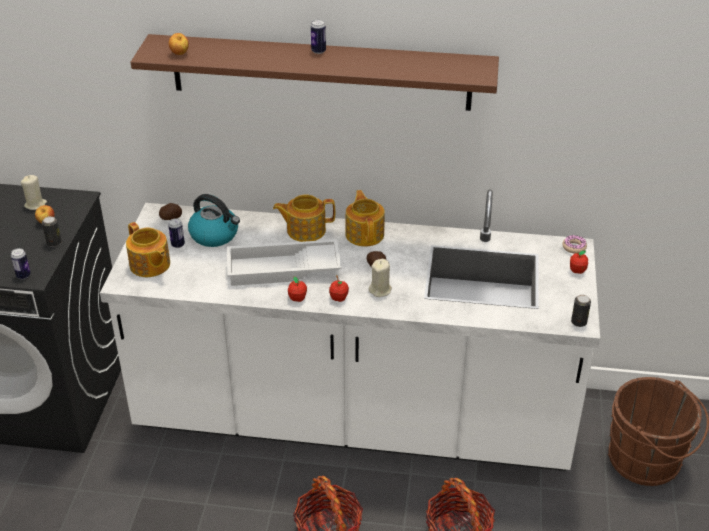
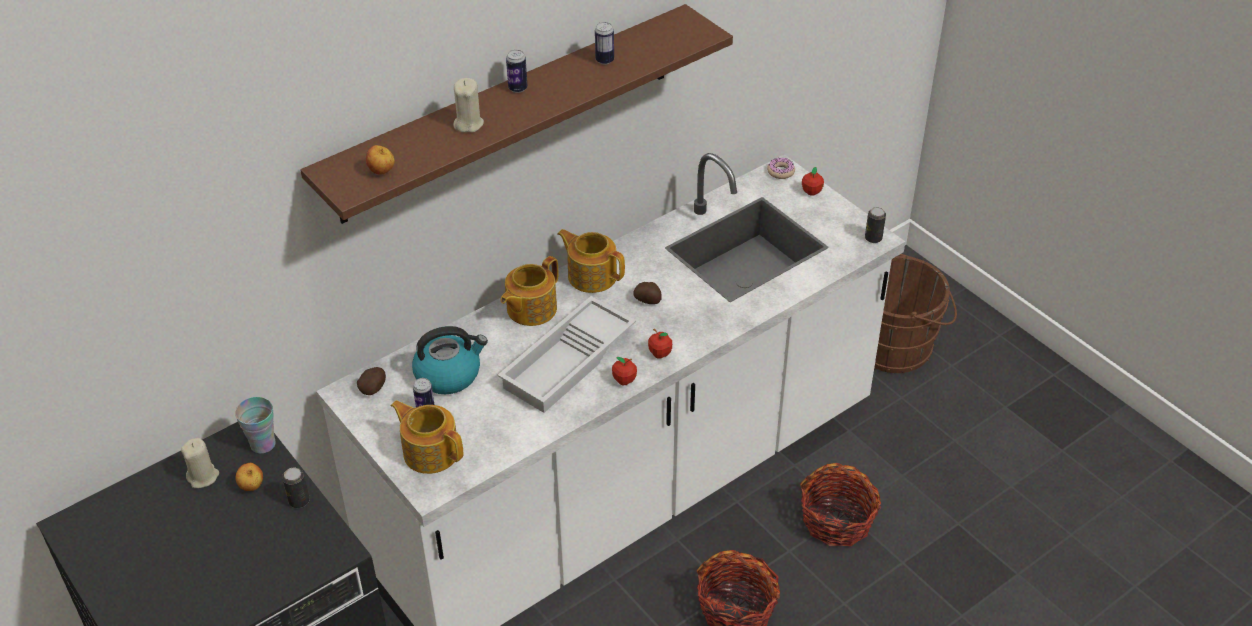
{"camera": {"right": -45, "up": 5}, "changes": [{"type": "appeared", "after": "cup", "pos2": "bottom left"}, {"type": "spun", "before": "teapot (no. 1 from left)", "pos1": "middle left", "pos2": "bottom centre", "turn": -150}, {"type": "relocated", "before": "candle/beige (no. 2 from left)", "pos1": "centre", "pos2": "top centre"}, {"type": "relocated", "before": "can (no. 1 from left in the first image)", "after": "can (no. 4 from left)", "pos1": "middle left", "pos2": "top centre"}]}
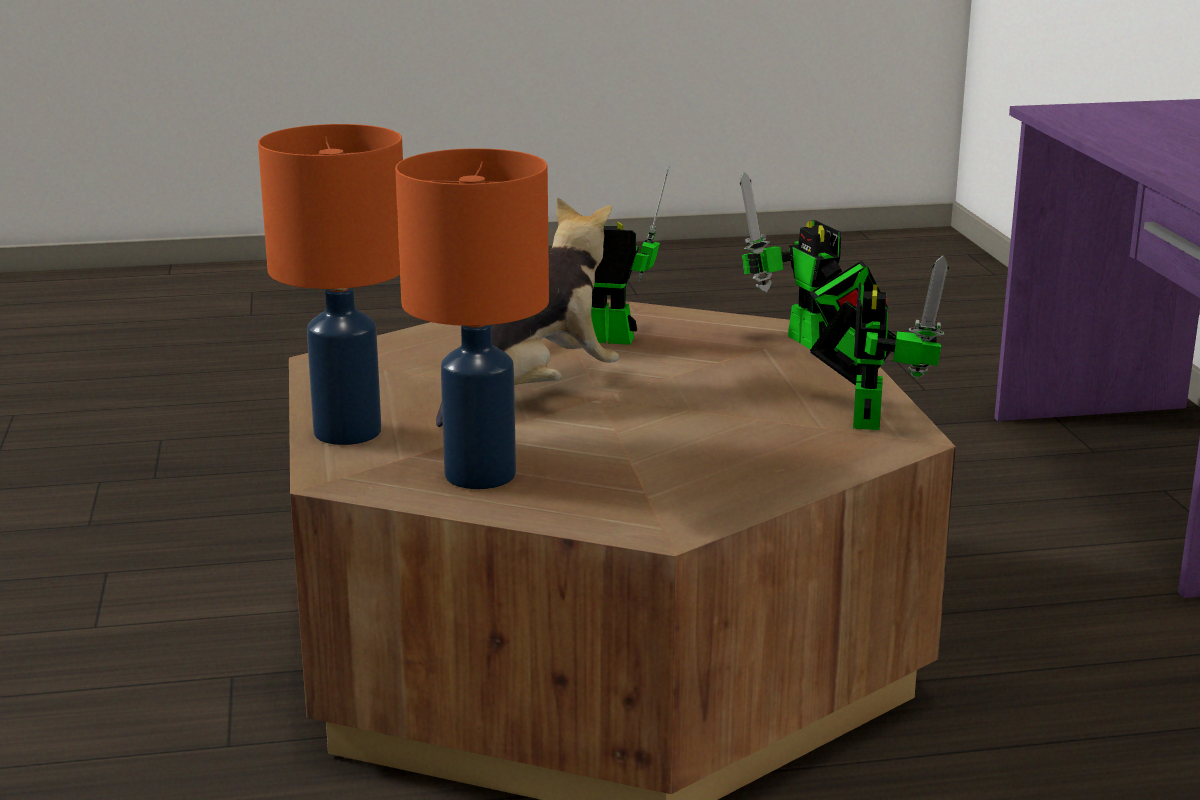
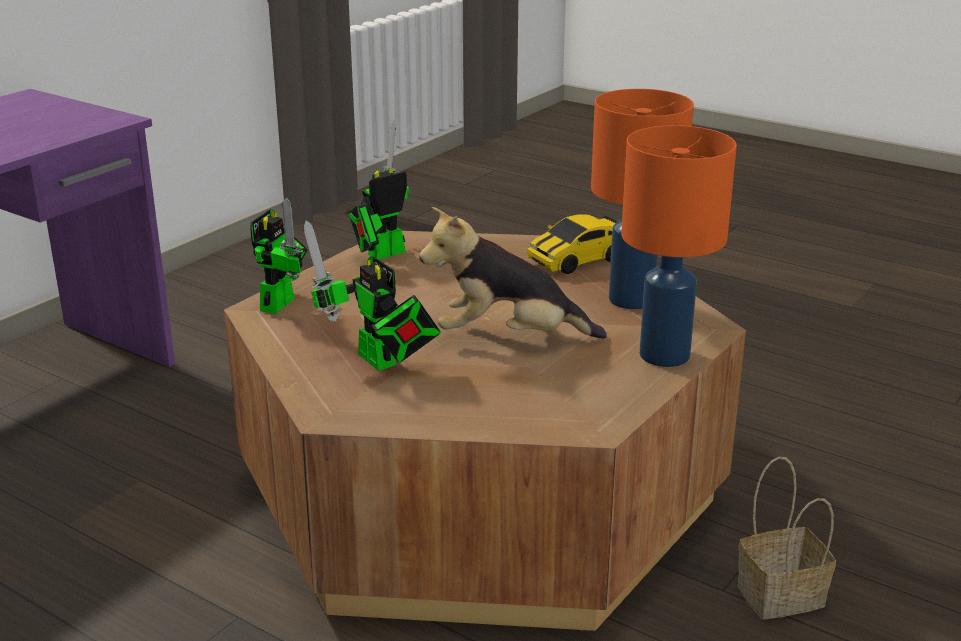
{"camera": {"right": -135, "up": 5}, "changes": [{"type": "appeared", "after": "toy car", "pos2": "centre"}, {"type": "appeared", "after": "basket", "pos2": "bottom right"}]}
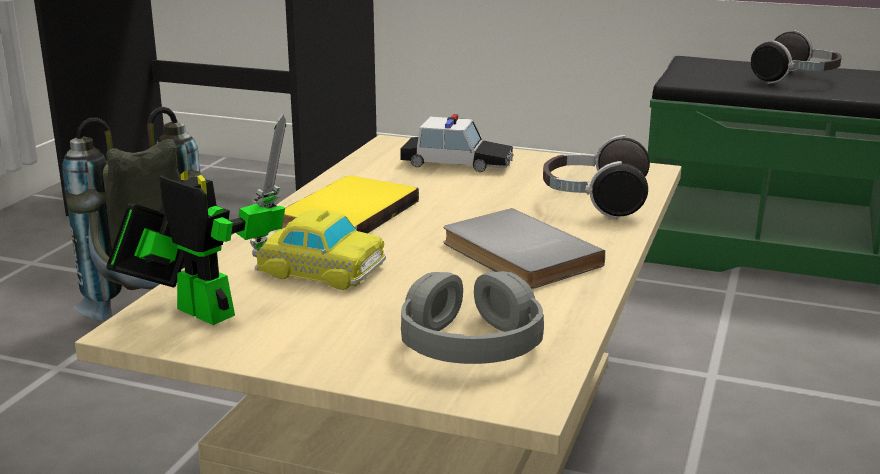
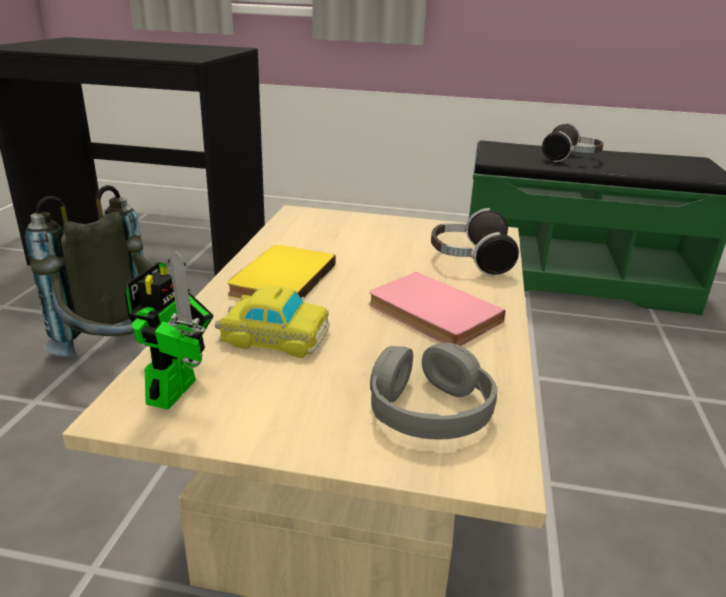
{"camera": {"right": -10, "up": 5}, "changes": [{"type": "spun", "before": "toy robot", "pos1": "middle left", "pos2": "middle left", "turn": 75}, {"type": "colour", "before": "book/grey", "after": "book/pink", "pos1": "centre", "pos2": "centre"}, {"type": "missing", "before": "toy car (no. 2 from left)", "pos1": "top centre"}]}
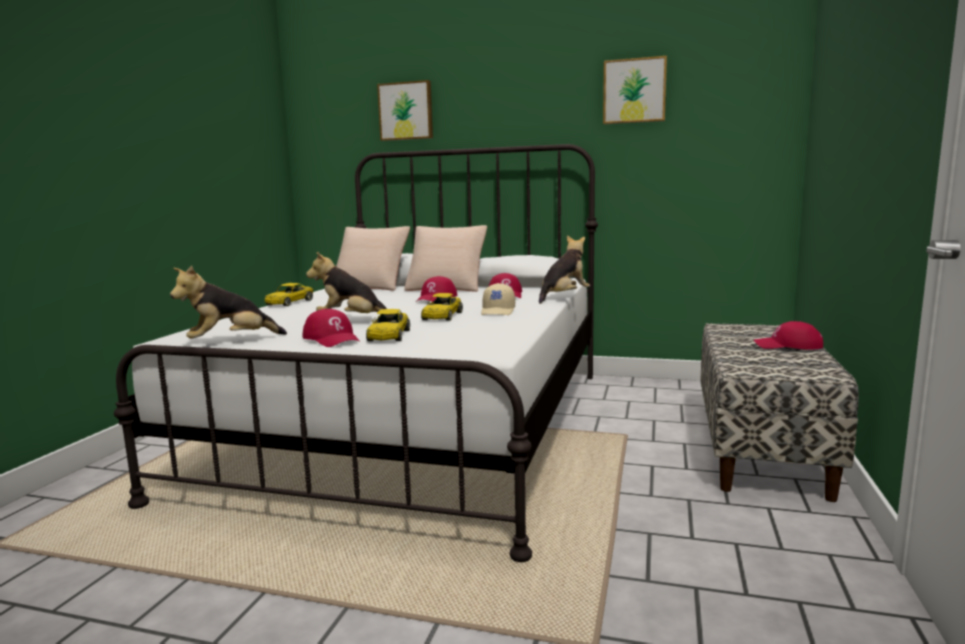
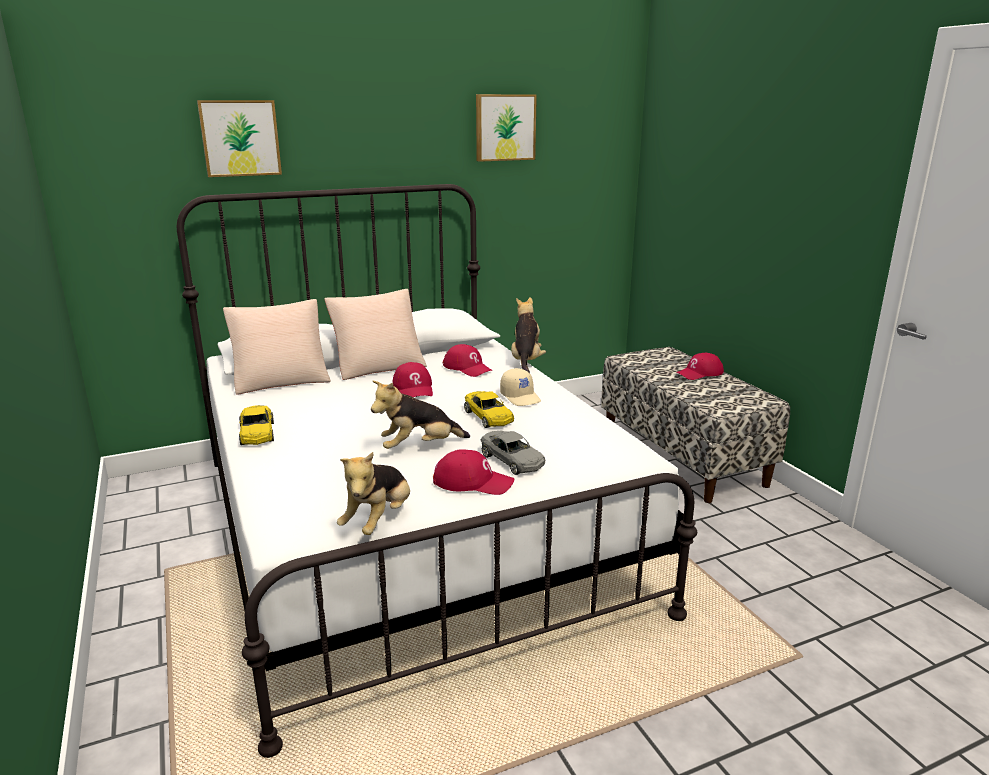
{"camera": {"right": -40, "up": 10}, "changes": [{"type": "colour", "before": "toy car/yellow (no. 2 from left)", "after": "toy car/grey", "pos1": "centre", "pos2": "centre"}]}
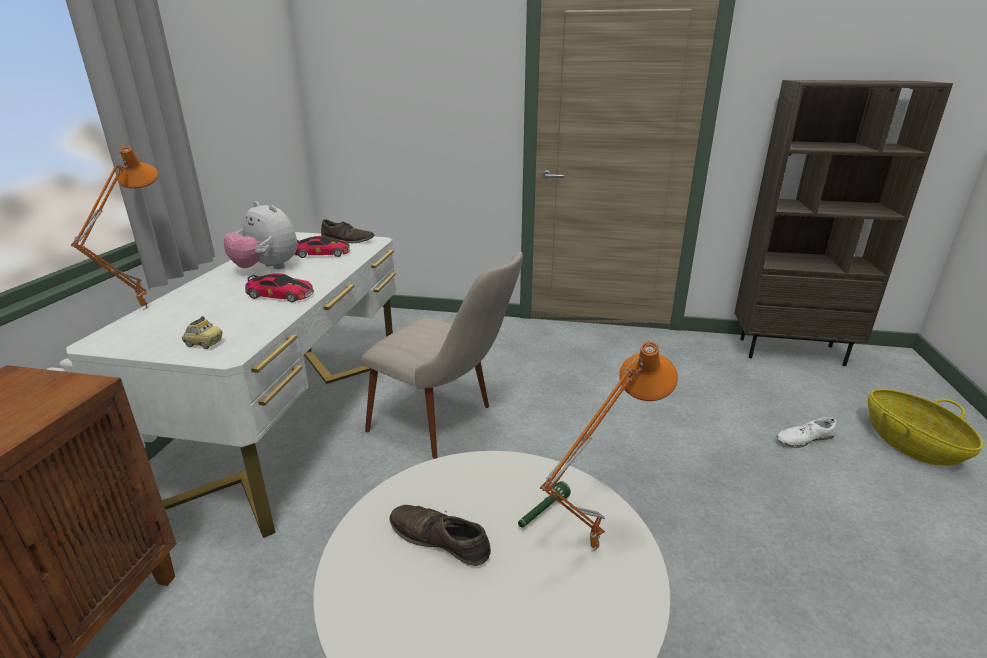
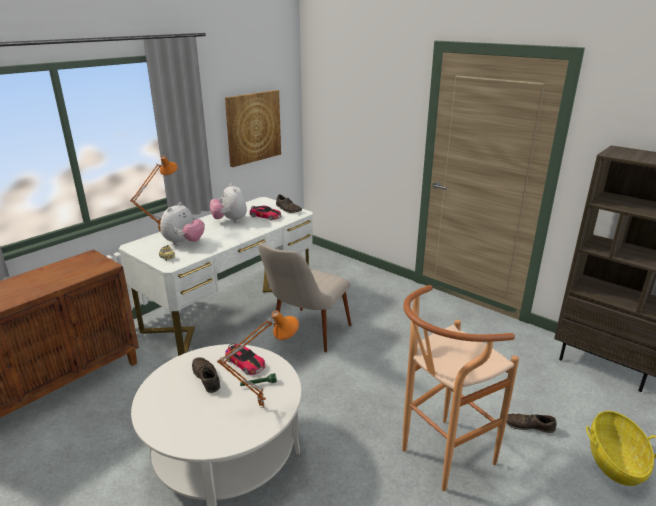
{"camera": {"right": 30, "up": 0}, "changes": [{"type": "appeared", "after": "plush toy (no. 1 from left)", "pos2": "middle left"}, {"type": "appeared", "after": "picture", "pos2": "top centre"}, {"type": "relocated", "before": "toy car (no. 2 from left)", "pos1": "middle left", "pos2": "bottom centre"}, {"type": "spun", "before": "chair/beige", "pos1": "centre", "pos2": "centre", "turn": 60}, {"type": "appeared", "after": "stool/brown", "pos2": "bottom right"}, {"type": "colour", "before": "shoe/white", "after": "shoe/brown (no. 3 from left)", "pos1": "middle right", "pos2": "bottom right"}]}
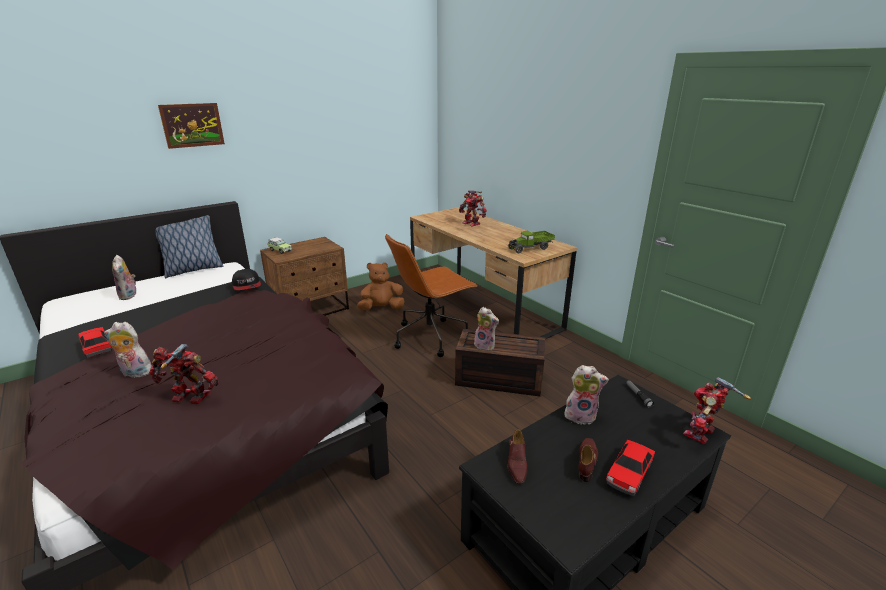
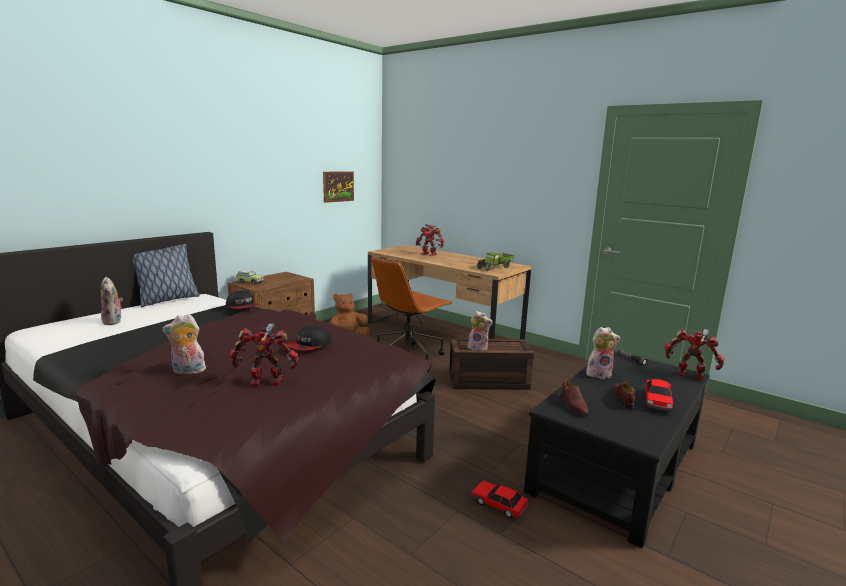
{"camera": {"right": -15, "up": -10}, "changes": [{"type": "appeared", "after": "cap (no. 2 from left)", "pos2": "centre"}, {"type": "relocated", "before": "picture", "pos1": "top left", "pos2": "top centre"}, {"type": "relocated", "before": "toy car (no. 1 from left in the first image)", "after": "toy car (no. 2 from left)", "pos1": "middle left", "pos2": "bottom centre"}, {"type": "spun", "before": "toy robot (no. 3 from left)", "pos1": "bottom right", "pos2": "middle right", "turn": 90}]}
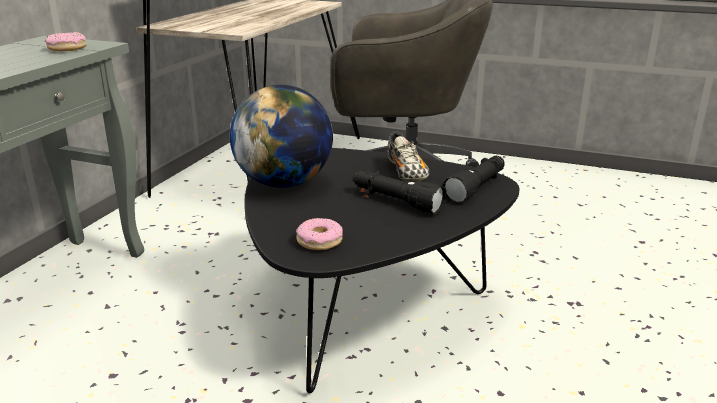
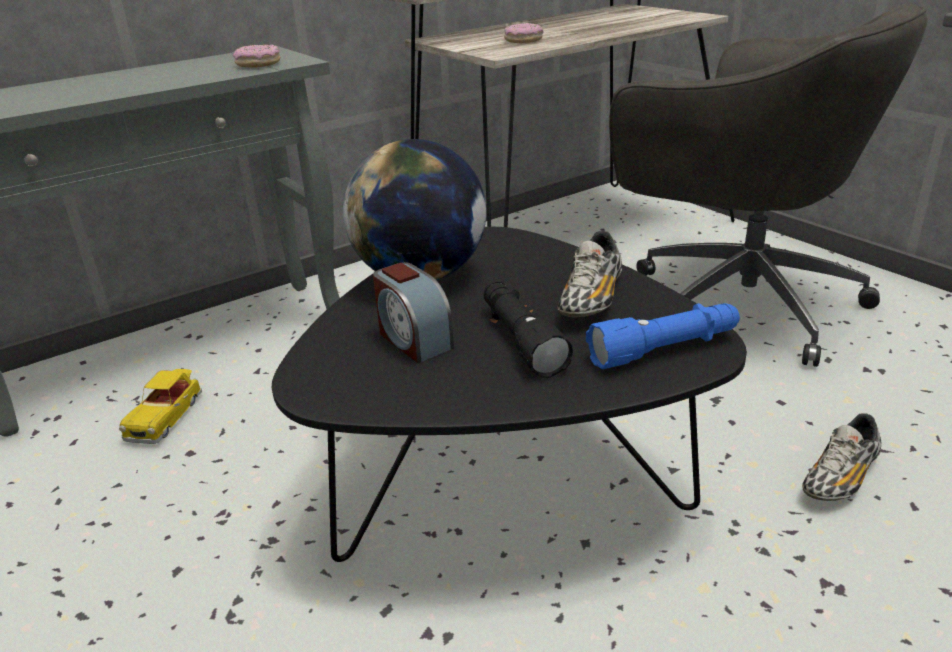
{"camera": {"right": 35, "up": 5}, "changes": [{"type": "appeared", "after": "toy car", "pos2": "middle left"}, {"type": "appeared", "after": "alarm clock", "pos2": "centre"}, {"type": "relocated", "before": "donut (no. 2 from left)", "pos1": "centre", "pos2": "top centre"}, {"type": "colour", "before": "flashlight/black (no. 2 from left)", "after": "flashlight/blue", "pos1": "centre", "pos2": "middle right"}, {"type": "appeared", "after": "shoe (no. 2 from left)", "pos2": "bottom right"}]}
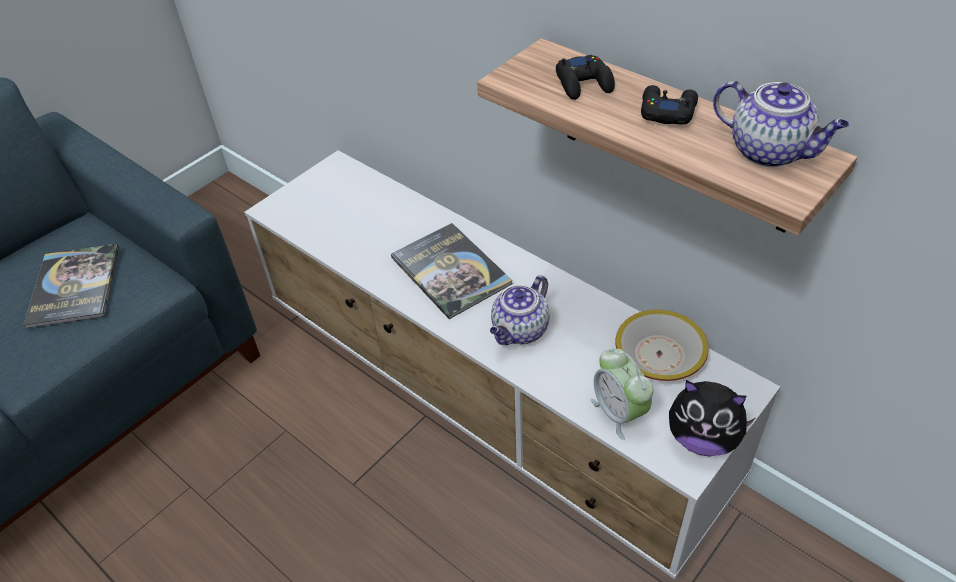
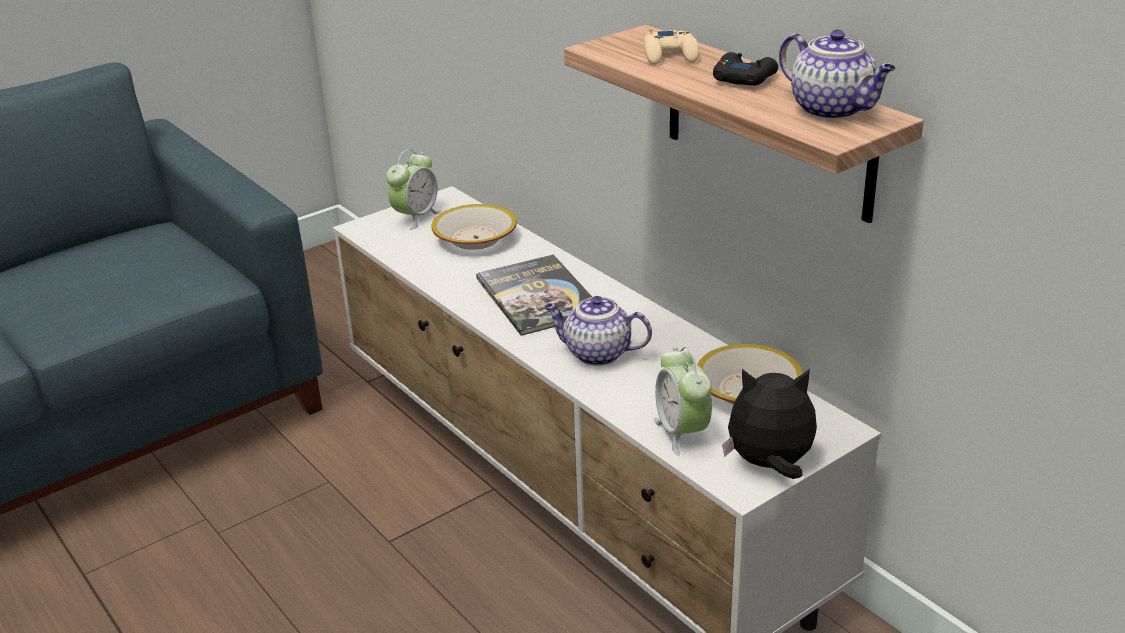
{"camera": {"right": 10, "up": -15}, "changes": [{"type": "appeared", "after": "alarm clock (no. 1 from left)", "pos2": "top centre"}, {"type": "appeared", "after": "bowl (no. 1 from left)", "pos2": "centre"}, {"type": "spun", "before": "teapot (no. 1 from left)", "pos1": "centre", "pos2": "centre", "turn": 60}, {"type": "colour", "before": "game controller/black (no. 1 from left)", "after": "game controller/beige", "pos1": "top centre", "pos2": "top centre"}, {"type": "spun", "before": "plush toy", "pos1": "bottom right", "pos2": "bottom right", "turn": 150}, {"type": "missing", "before": "book (no. 1 from left)", "pos1": "middle left"}]}
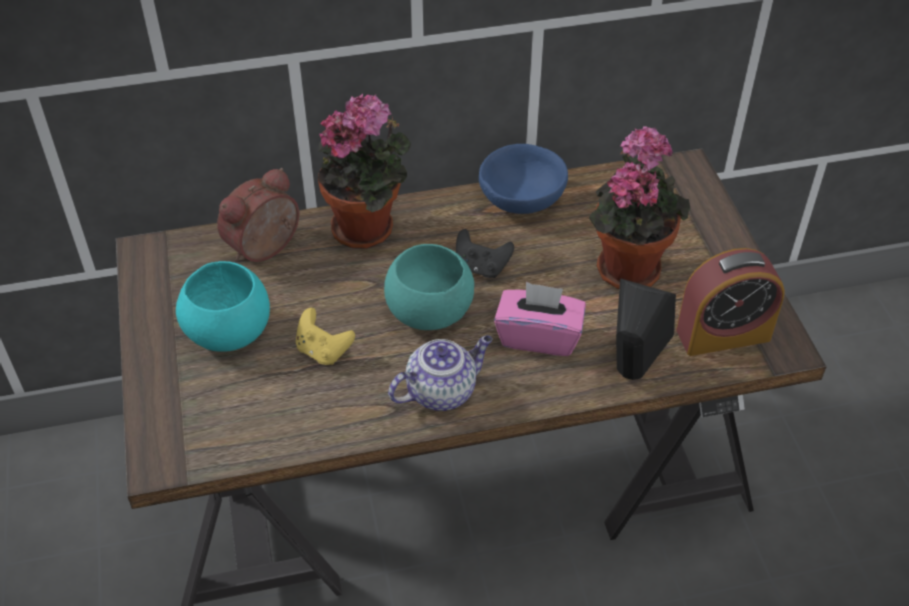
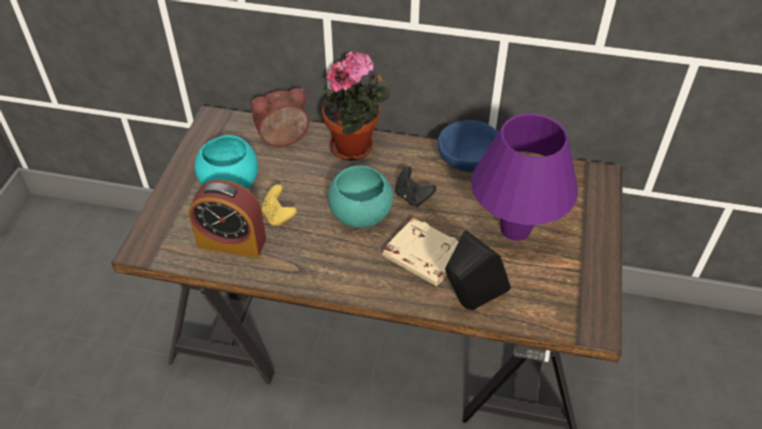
{"camera": {"right": 25, "up": 0}, "changes": [{"type": "relocated", "before": "alarm clock (no. 2 from left in the first image)", "after": "alarm clock (no. 1 from left)", "pos1": "middle right", "pos2": "middle left"}, {"type": "exchanged", "before": "tissue box/pink", "after": "book/beige", "pos1": "centre", "pos2": "centre"}, {"type": "exchanged", "before": "potted plant (no. 2 from left)", "after": "table lamp/purple", "pos1": "middle right", "pos2": "middle right"}, {"type": "missing", "before": "teapot", "pos1": "centre"}]}
